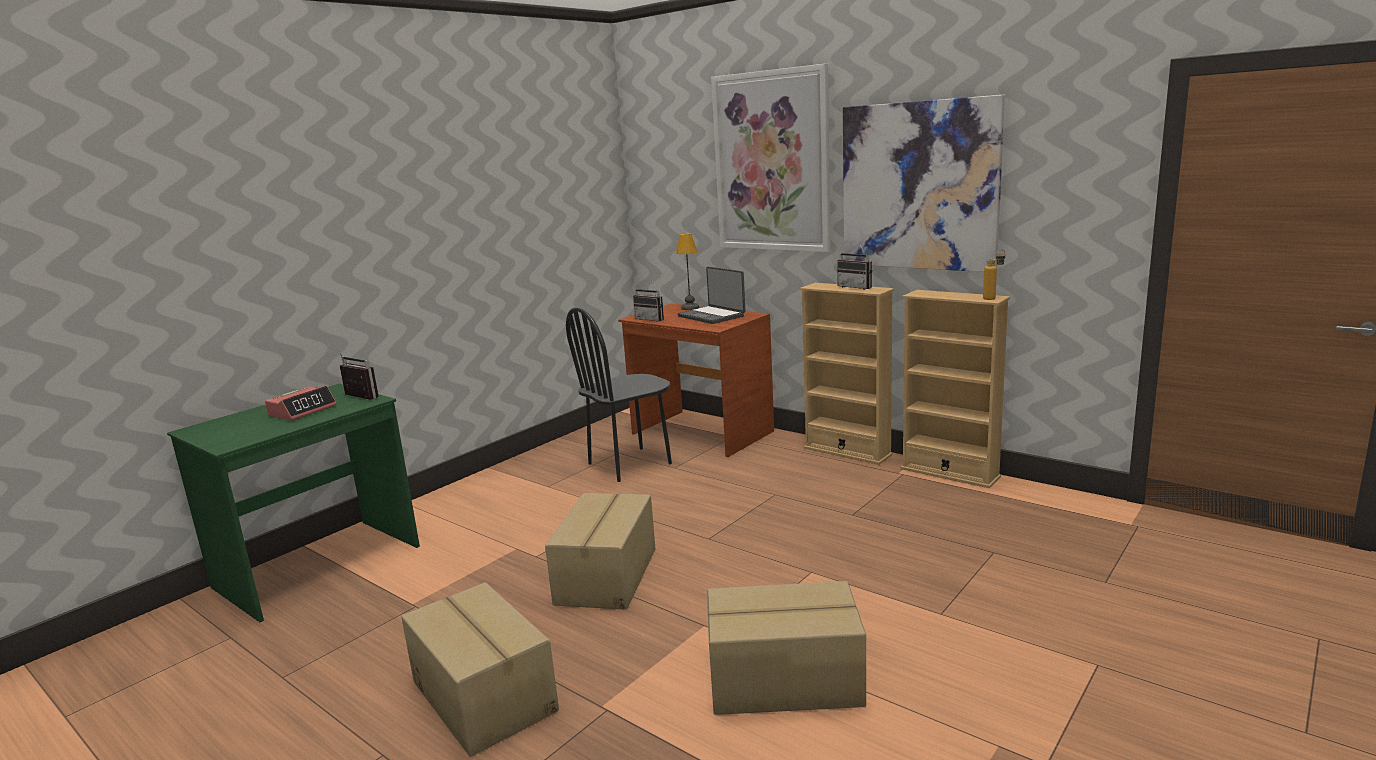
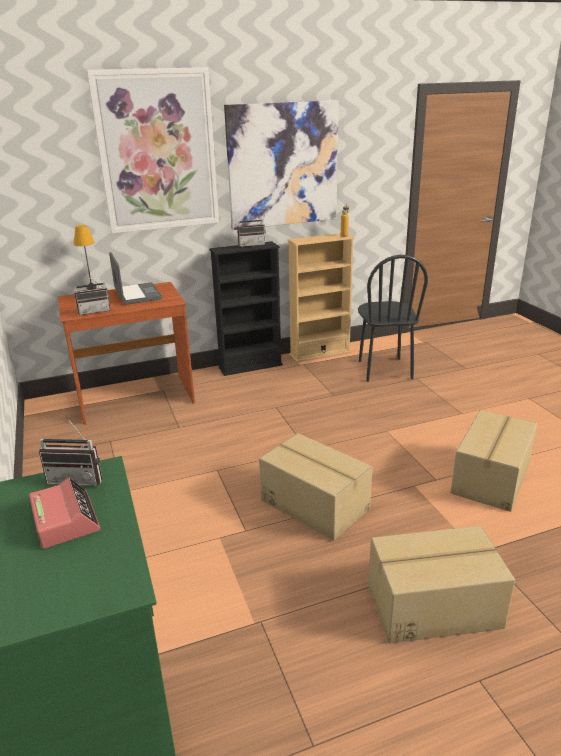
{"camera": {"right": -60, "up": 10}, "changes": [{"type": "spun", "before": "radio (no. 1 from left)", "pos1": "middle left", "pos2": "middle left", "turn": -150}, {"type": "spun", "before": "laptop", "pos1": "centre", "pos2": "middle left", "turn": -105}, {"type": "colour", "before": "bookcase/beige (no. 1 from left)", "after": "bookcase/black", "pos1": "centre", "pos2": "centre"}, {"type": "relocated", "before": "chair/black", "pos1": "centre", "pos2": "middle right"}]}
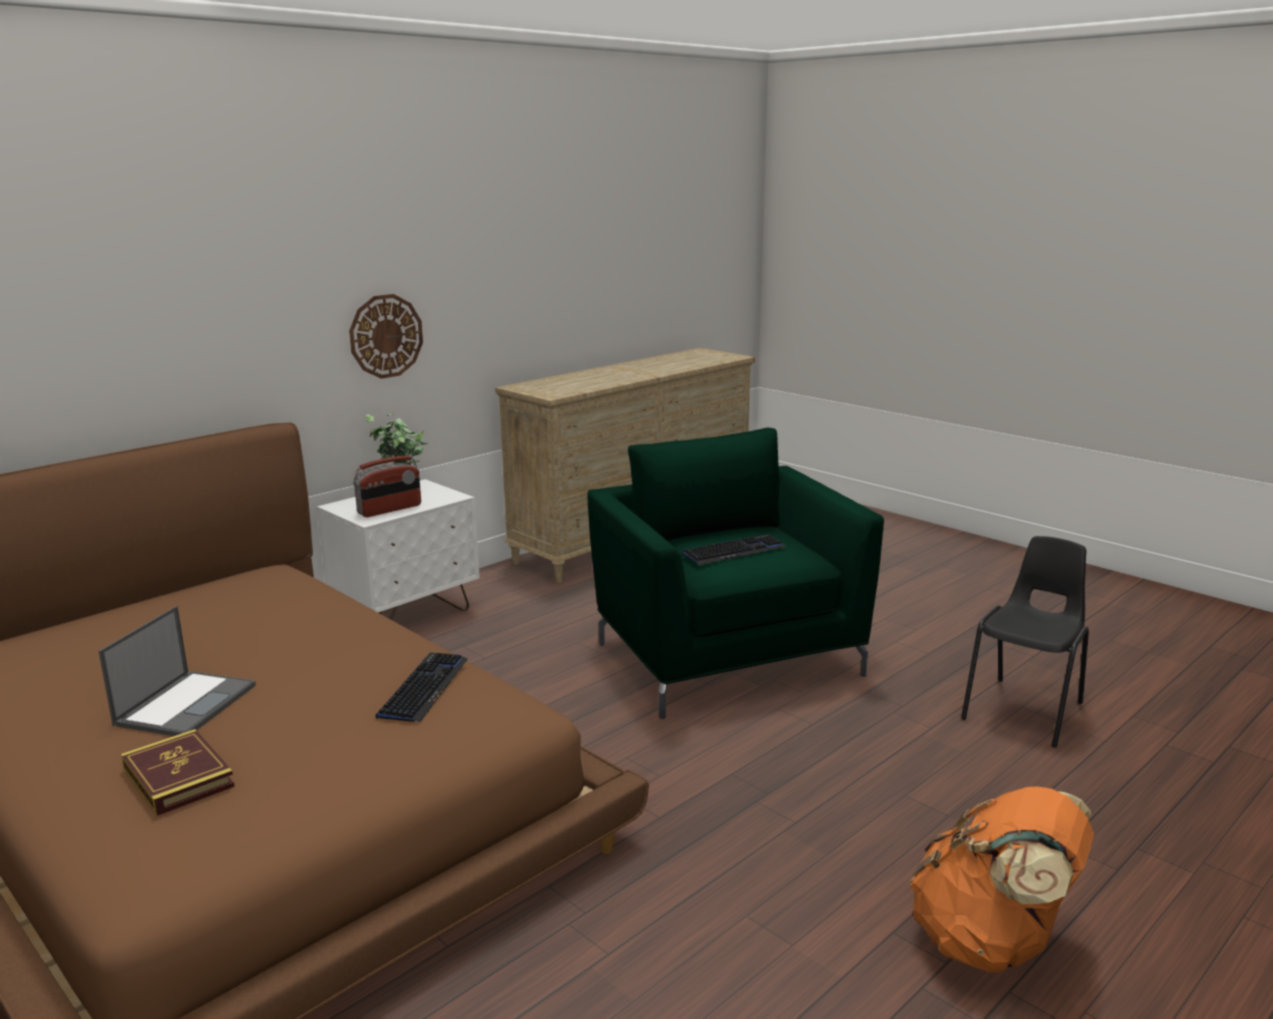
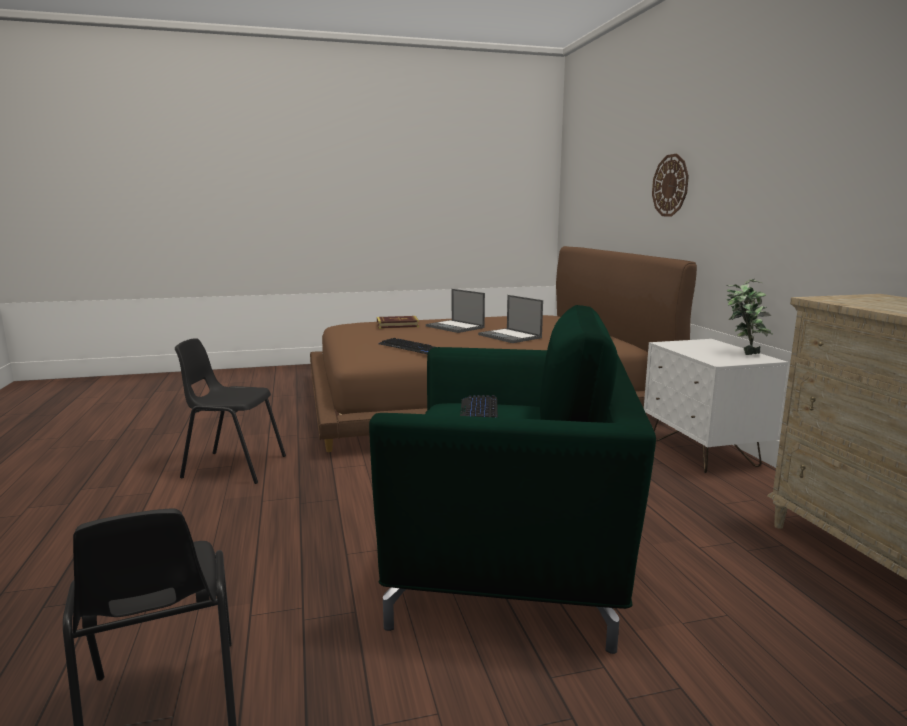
{"camera": {"right": 120, "up": -5}, "changes": [{"type": "appeared", "after": "chair/black (no. 2 from left)", "pos2": "middle left"}, {"type": "appeared", "after": "laptop (no. 2 from left)", "pos2": "centre"}, {"type": "relocated", "before": "wall clock", "pos1": "top left", "pos2": "top right"}, {"type": "missing", "before": "radio", "pos1": "middle left"}, {"type": "missing", "before": "backpack/orange", "pos1": "bottom right"}]}
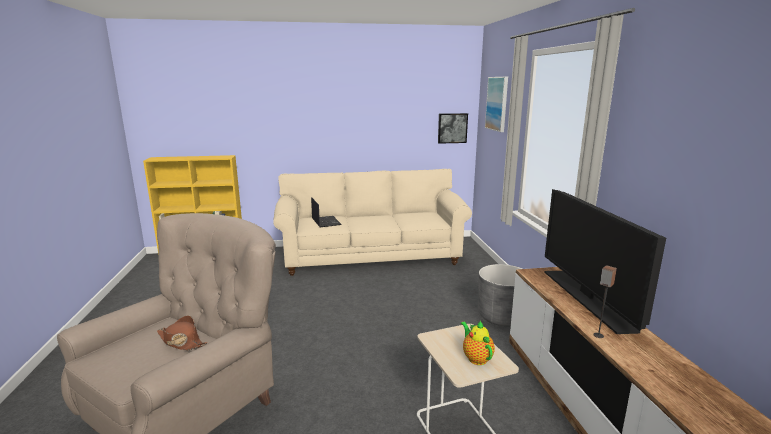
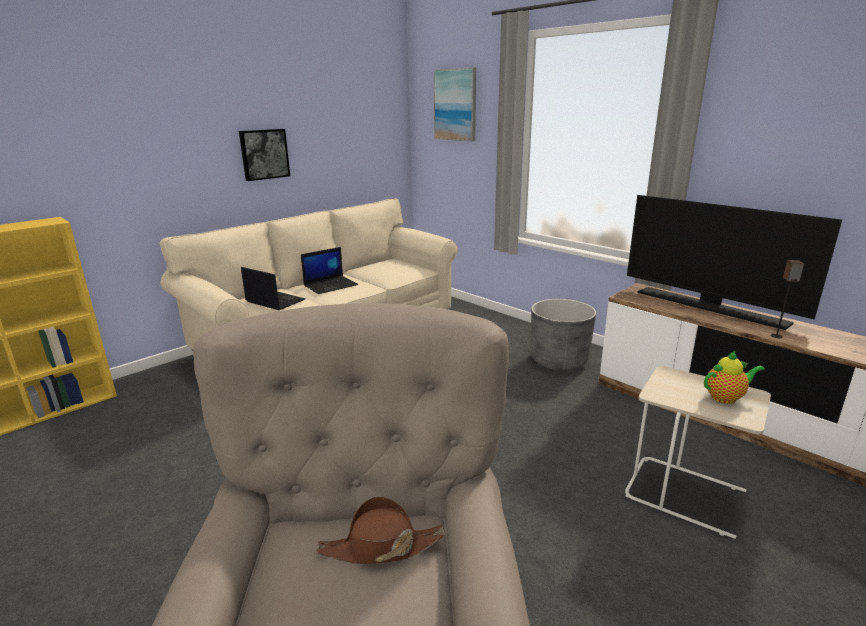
{"camera": {"right": -35, "up": 5}, "changes": [{"type": "relocated", "before": "picture (no. 1 from left)", "pos1": "top centre", "pos2": "top left"}, {"type": "appeared", "after": "laptop (no. 2 from left)", "pos2": "centre"}, {"type": "spun", "before": "teapot", "pos1": "bottom centre", "pos2": "middle right", "turn": 135}]}
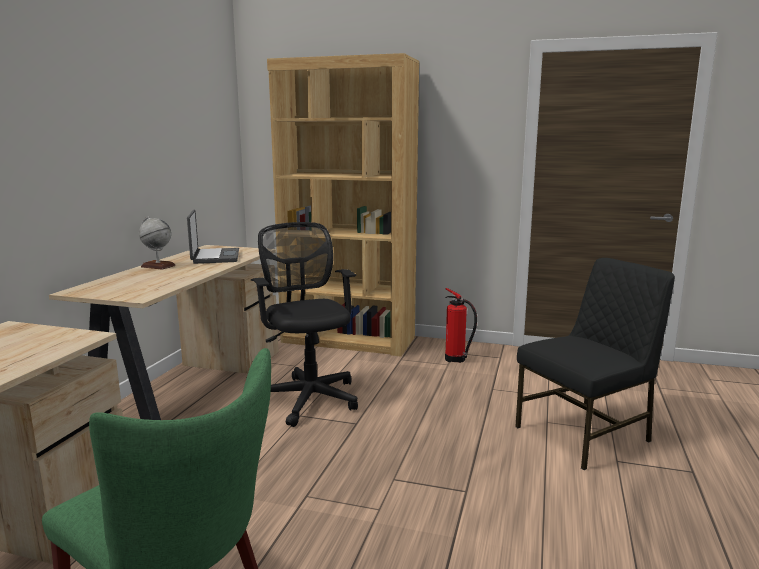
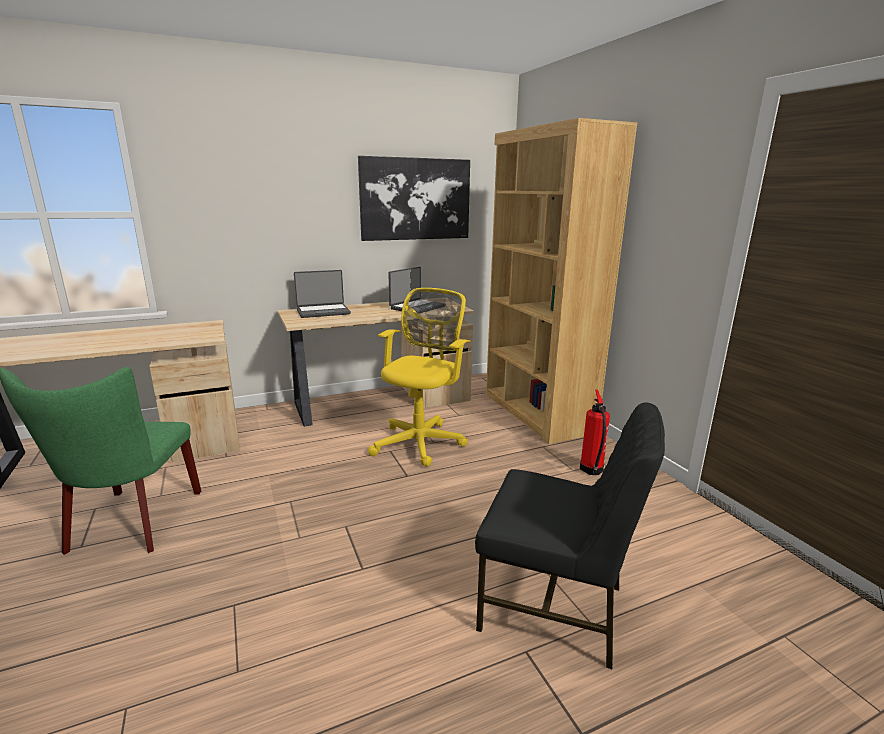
{"camera": {"right": 50, "up": 5}, "changes": [{"type": "appeared", "after": "laptop (no. 1 from left)", "pos2": "centre"}, {"type": "appeared", "after": "picture", "pos2": "top centre"}, {"type": "colour", "before": "office chair/black", "after": "office chair/yellow", "pos1": "centre", "pos2": "centre"}, {"type": "missing", "before": "globe", "pos1": "middle left"}]}
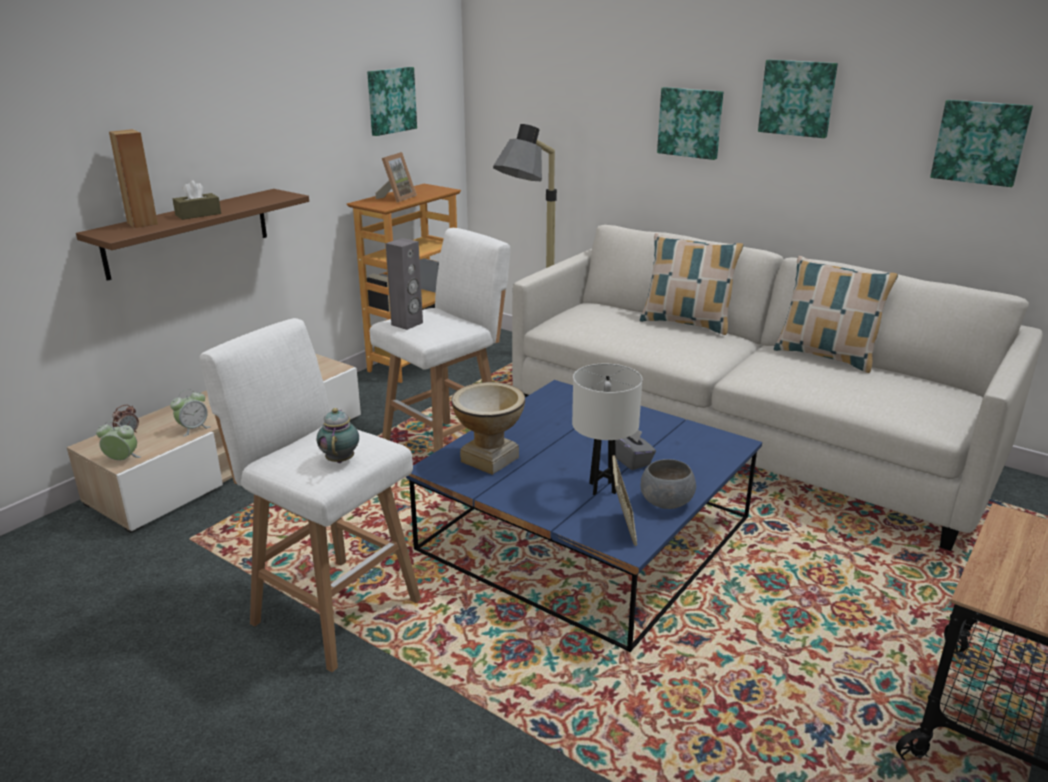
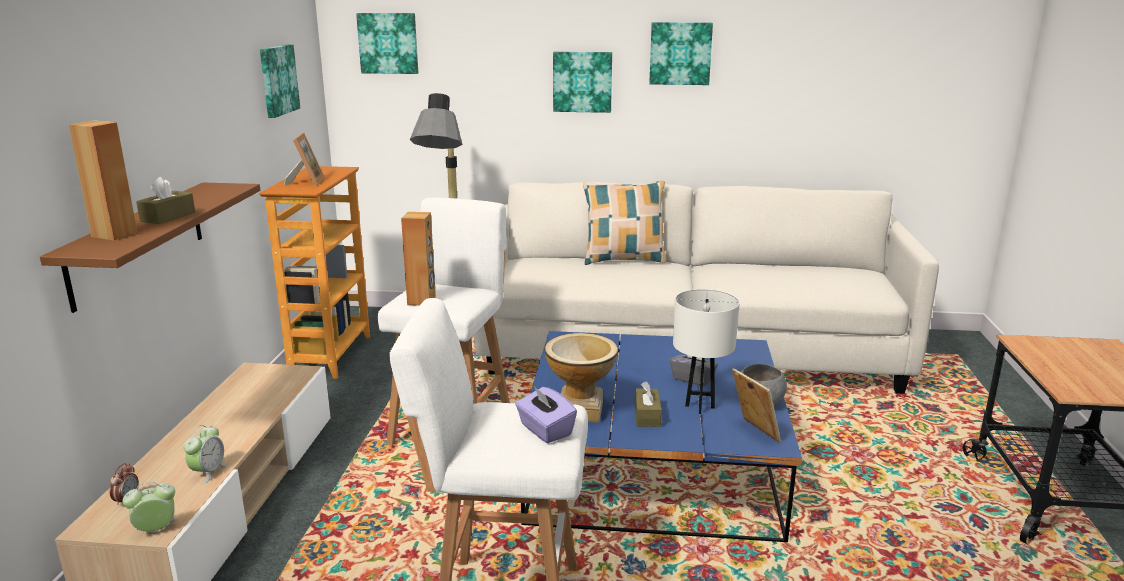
{"camera": {"right": -30, "up": -5}, "changes": [{"type": "relocated", "before": "picture (no. 4 from left in the first image)", "after": "picture (no. 2 from left)", "pos1": "top right", "pos2": "top centre"}, {"type": "colour", "before": "speaker/grey", "after": "speaker/brown (no. 2 from left)", "pos1": "centre", "pos2": "centre"}, {"type": "exchanged", "before": "teapot", "after": "tissue box/purple", "pos1": "middle left", "pos2": "bottom centre"}, {"type": "appeared", "after": "tissue box/brown (no. 2 from left)", "pos2": "bottom centre"}, {"type": "missing", "before": "pillow (no. 2 from left)", "pos1": "middle right"}]}
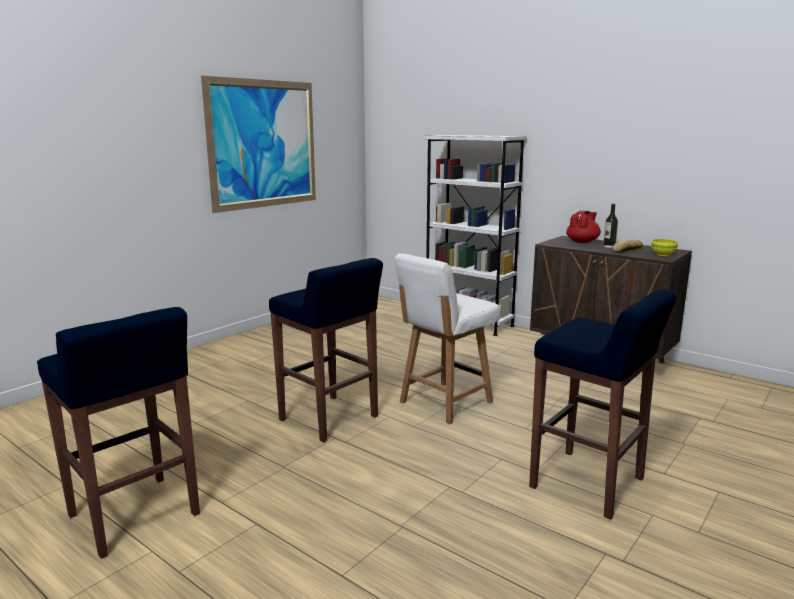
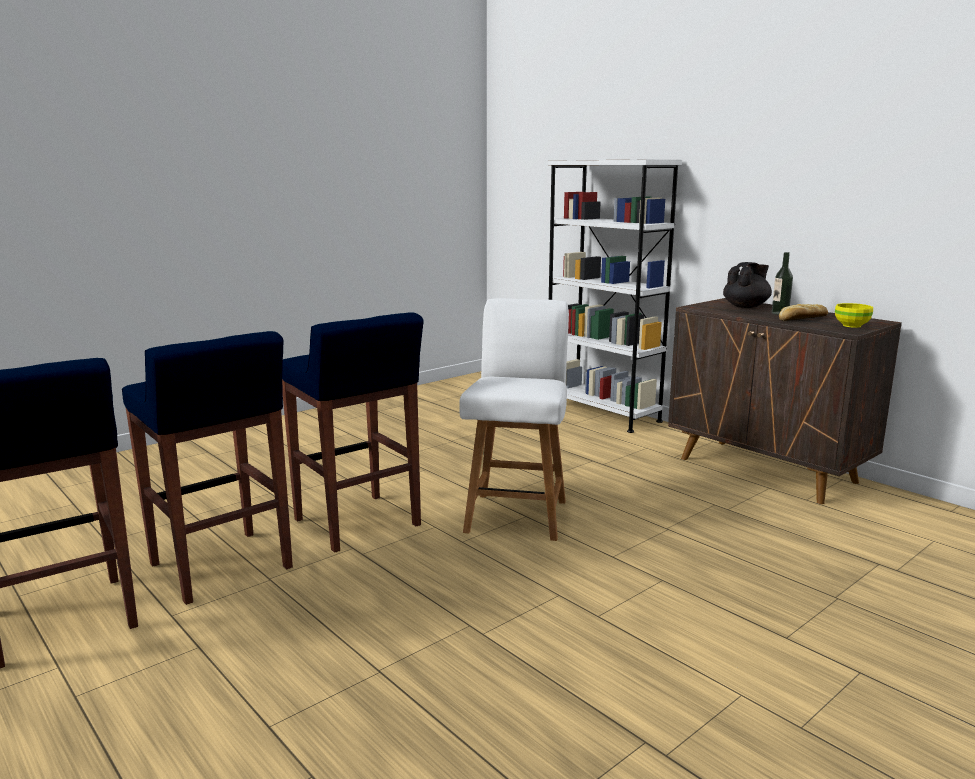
{"camera": {"right": 10, "up": 0}, "changes": [{"type": "relocated", "before": "stool/blue (no. 3 from left in the first image)", "after": "stool/blue (no. 2 from left)", "pos1": "bottom right", "pos2": "middle left"}, {"type": "spun", "before": "chair/white", "pos1": "centre", "pos2": "centre", "turn": 135}, {"type": "colour", "before": "teapot/red", "after": "teapot/black", "pos1": "middle right", "pos2": "middle right"}, {"type": "missing", "before": "picture", "pos1": "top left"}]}
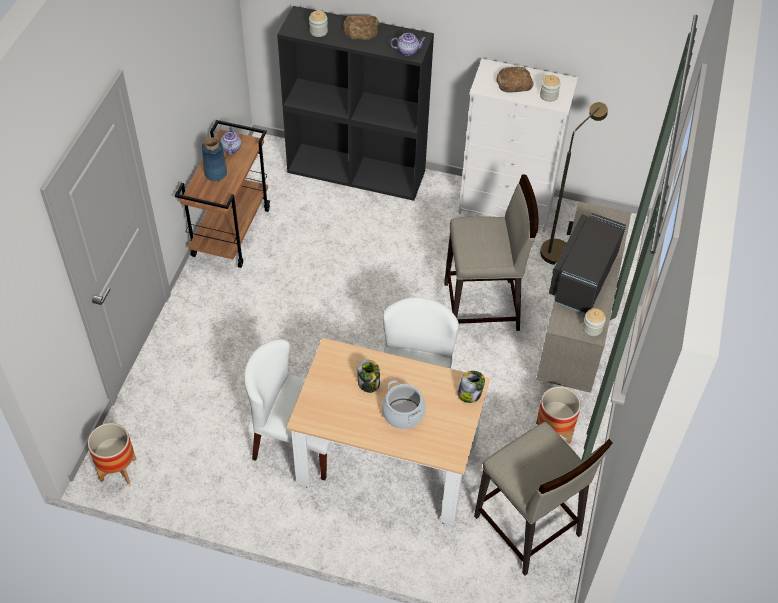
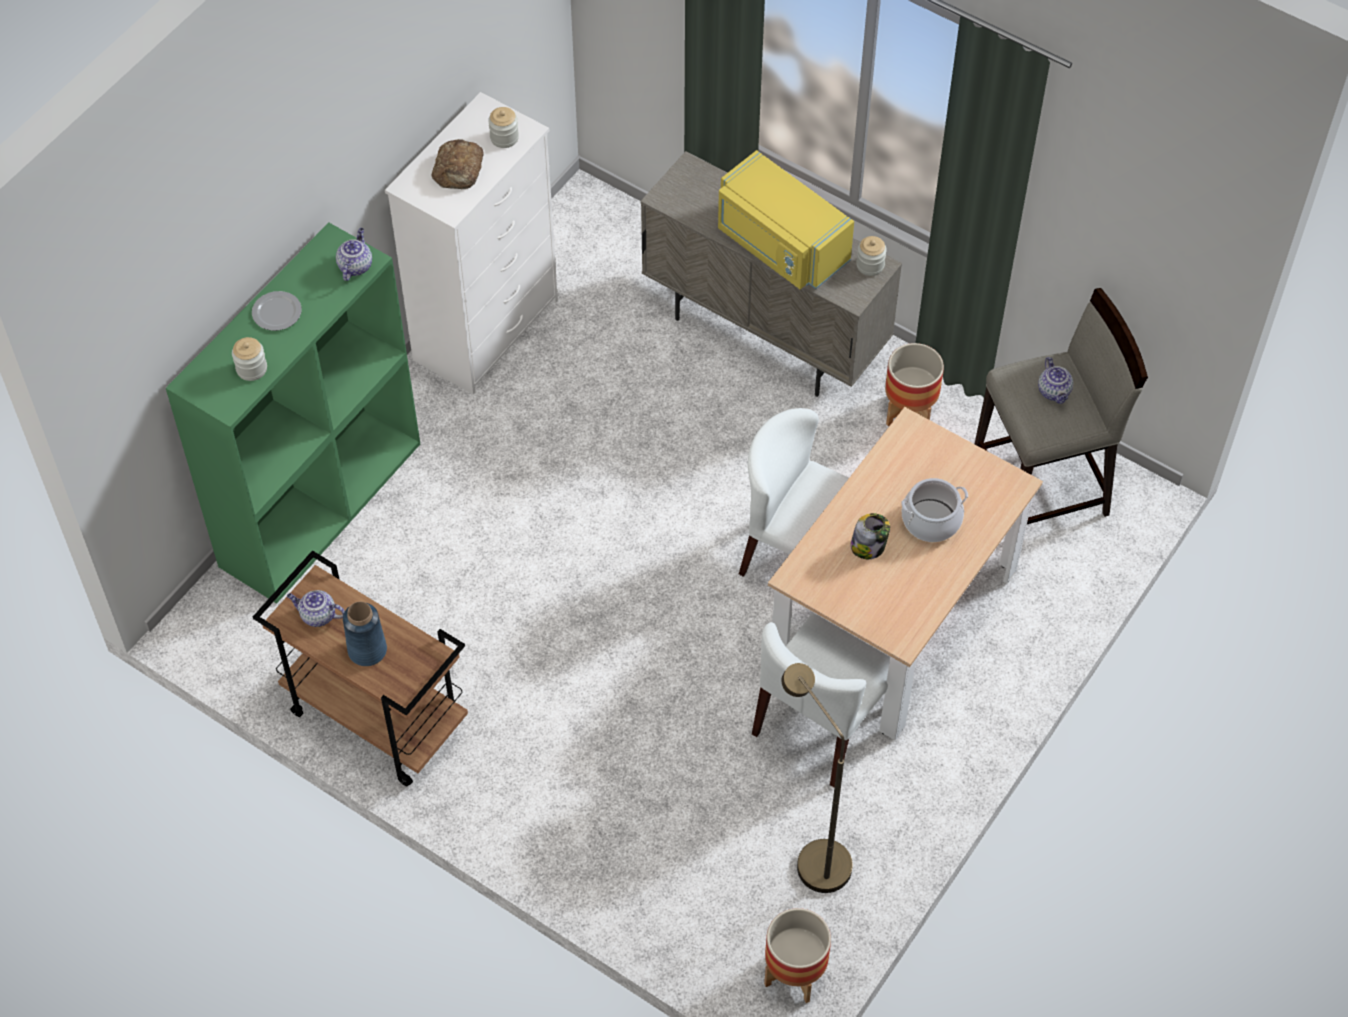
{"camera": {"right": -70, "up": 5}, "changes": [{"type": "colour", "before": "bookcase/black", "after": "bookcase/green", "pos1": "top centre", "pos2": "middle left"}, {"type": "exchanged", "before": "bread (no. 1 from left)", "after": "plate", "pos1": "top centre", "pos2": "top left"}, {"type": "colour", "before": "microwave/black", "after": "microwave/yellow", "pos1": "middle right", "pos2": "top centre"}, {"type": "relocated", "before": "floor lamp/brown", "pos1": "top right", "pos2": "bottom centre"}, {"type": "appeared", "after": "teapot (no. 3 from left)", "pos2": "middle right"}, {"type": "missing", "before": "stool/beige (no. 1 from left)", "pos1": "centre"}, {"type": "missing", "before": "jar (no. 3 from left)", "pos1": "centre"}]}
